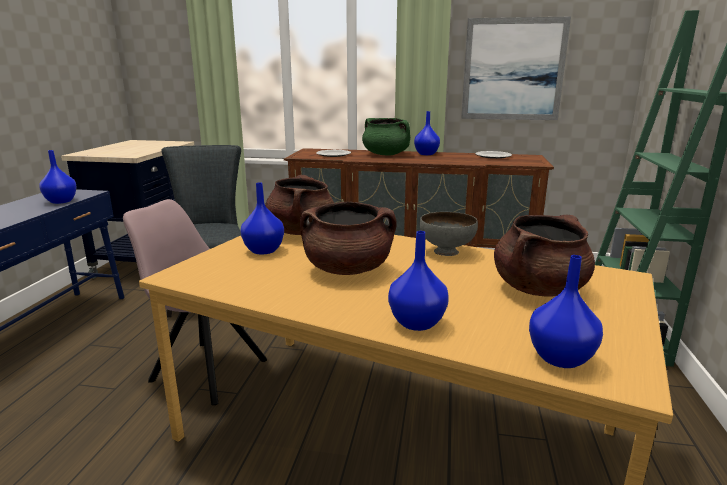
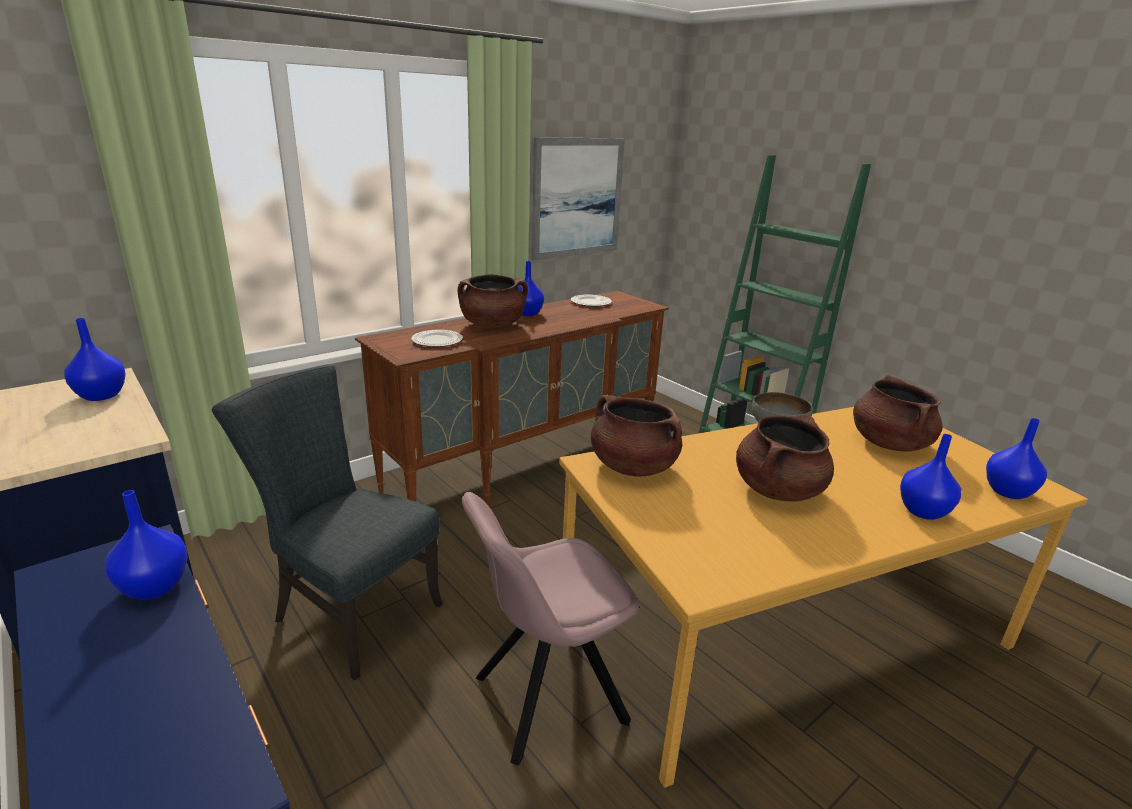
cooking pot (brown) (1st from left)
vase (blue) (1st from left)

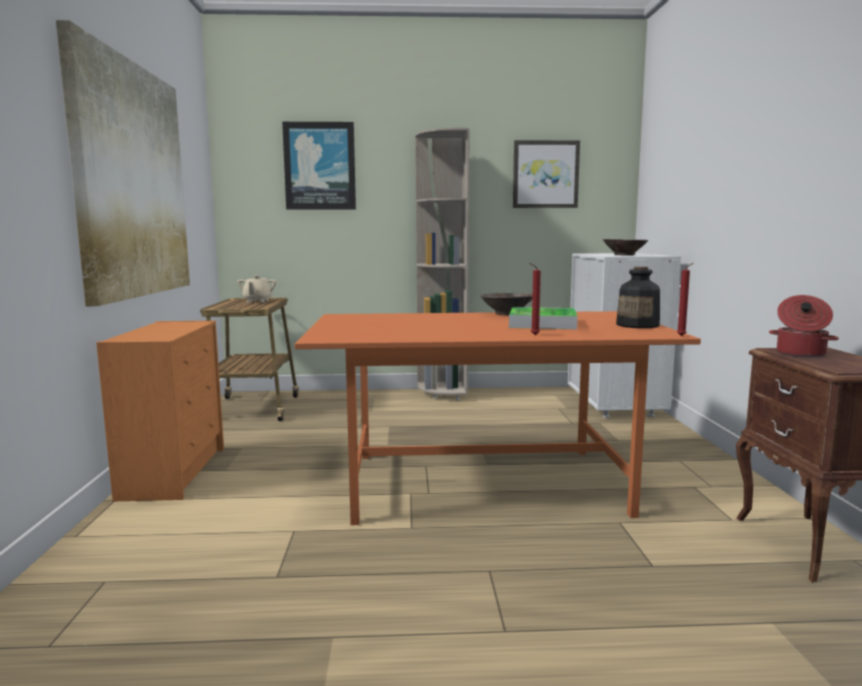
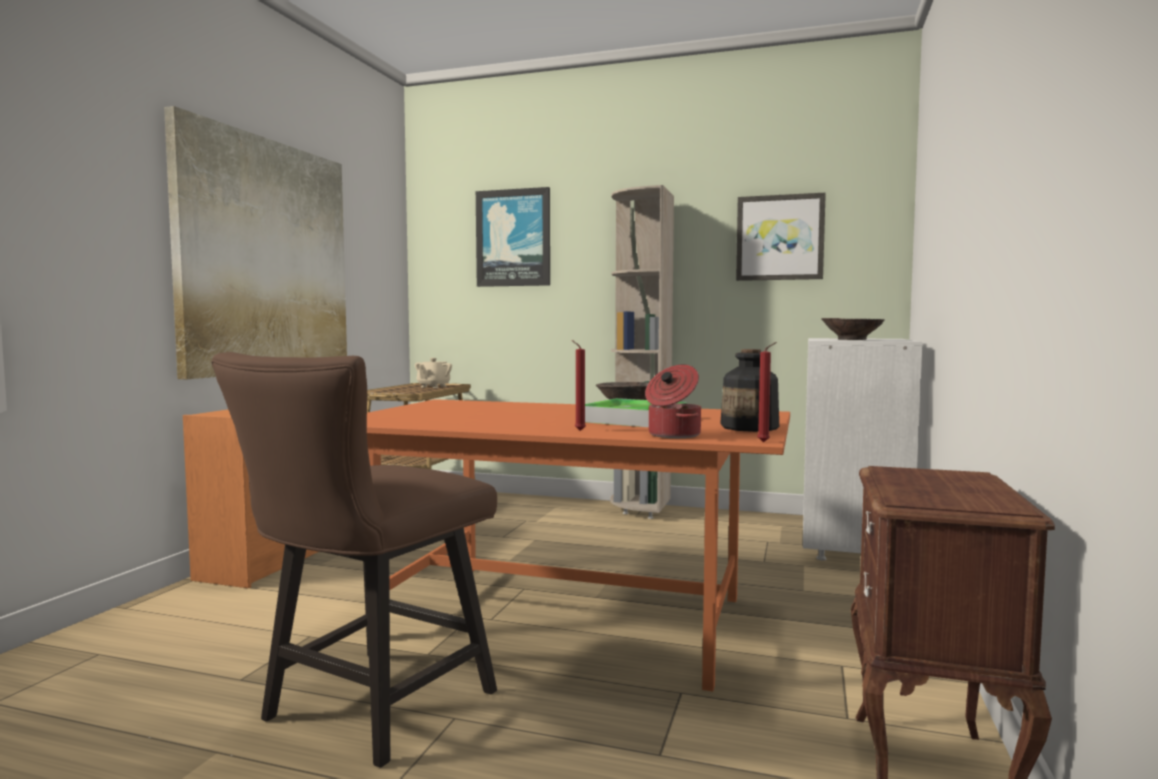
cooking pot
chair (brown)

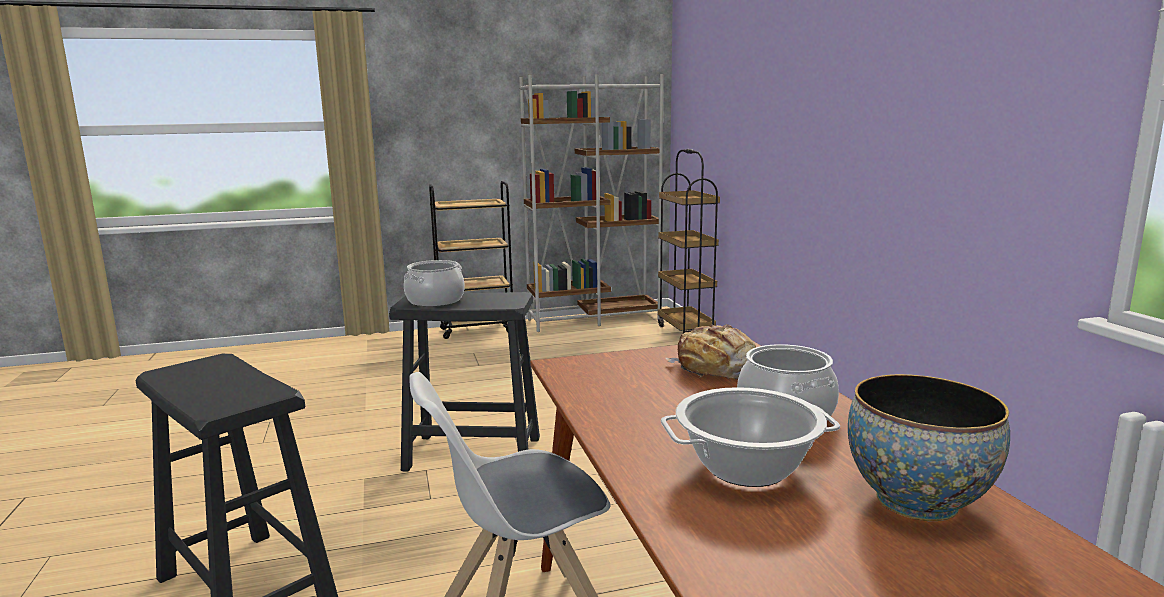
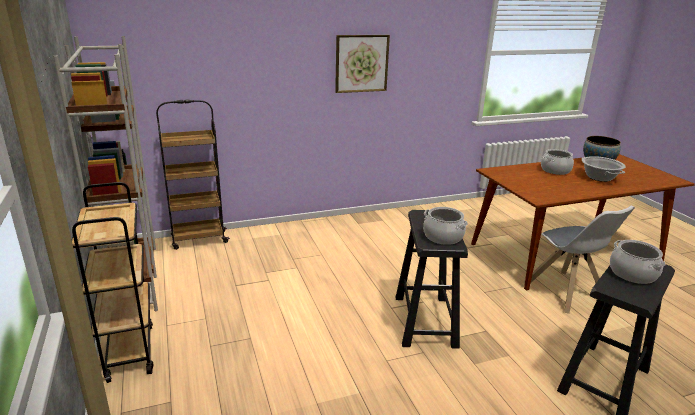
bread
picture
cooking pot (4th from left)

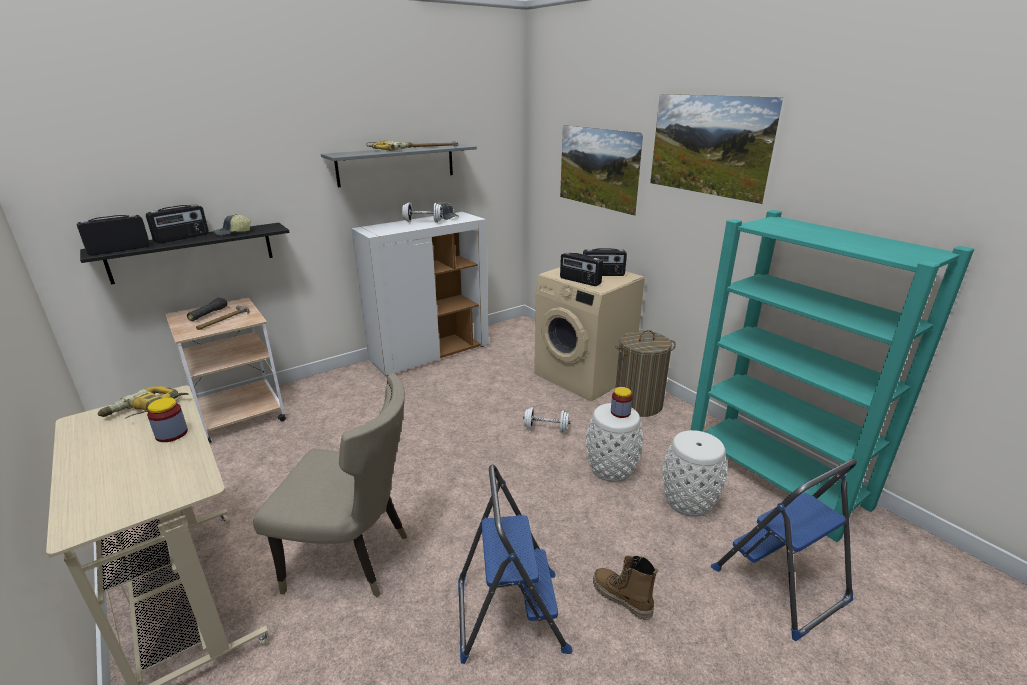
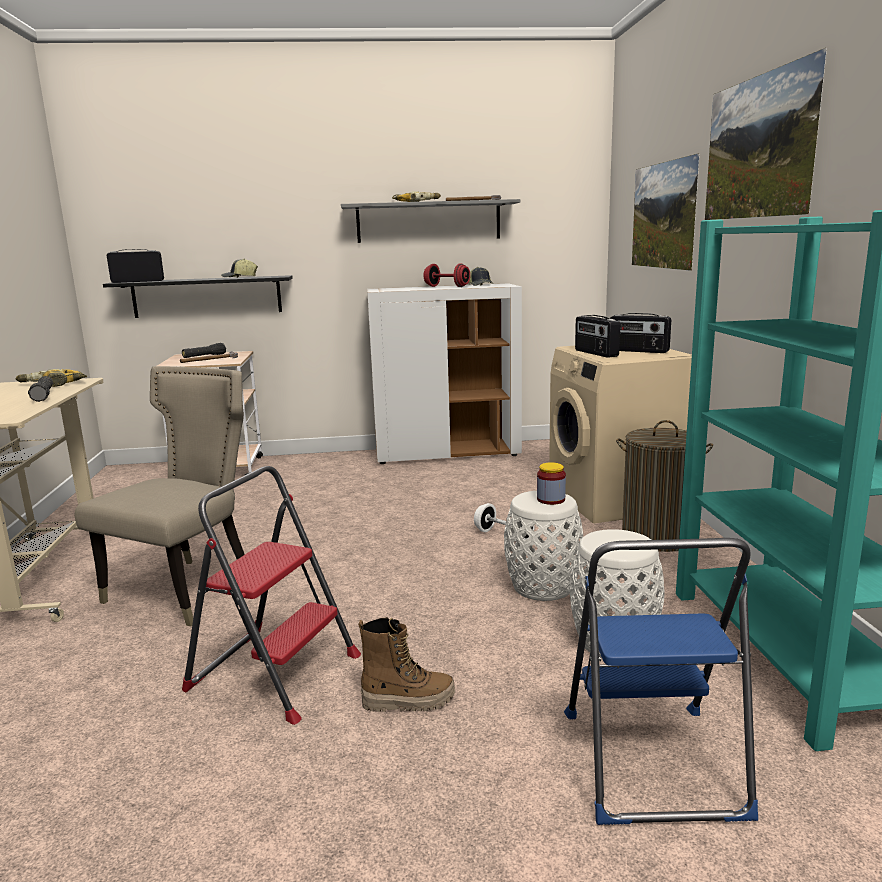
dumbbell (red)
radio (2nd from left in the first image)
chair (beige)
flashlight (black) (1st from left)
step ladder (red)
boot

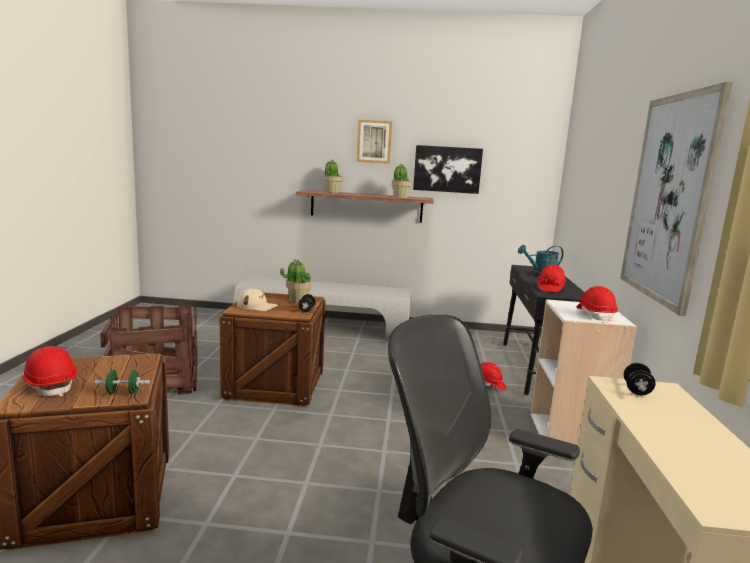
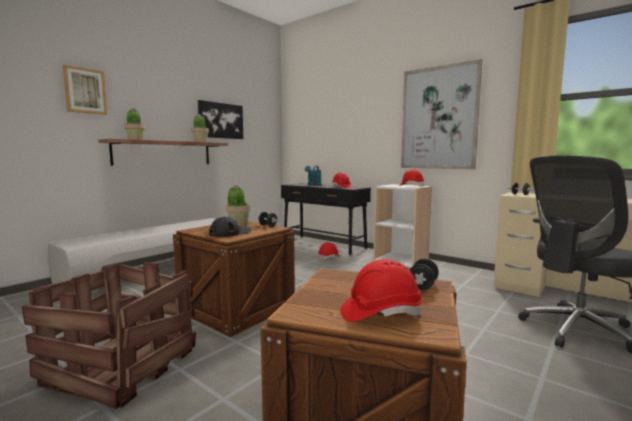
picture (1st from left)
cap (black)
dumbbell (black) (2nd from left)

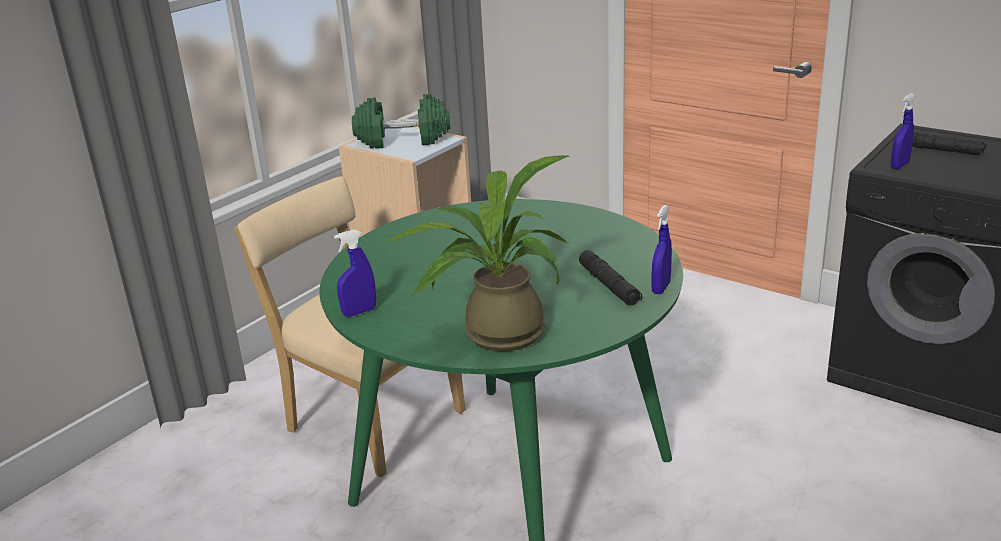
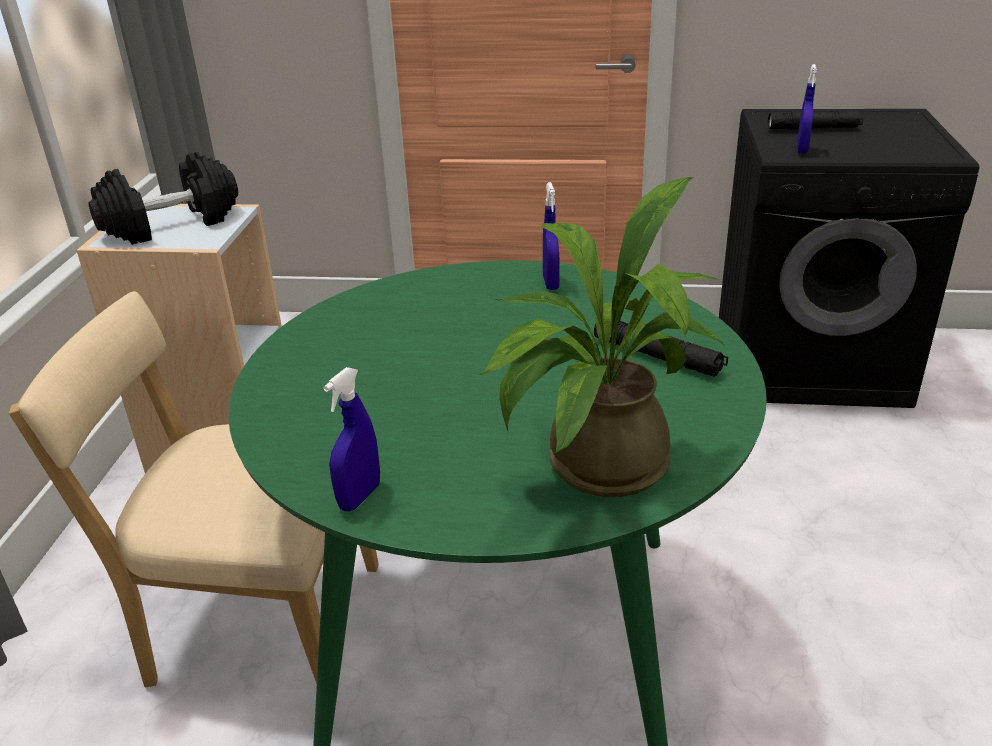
dumbbell (black)
spray bottle (blue) (2nd from left)

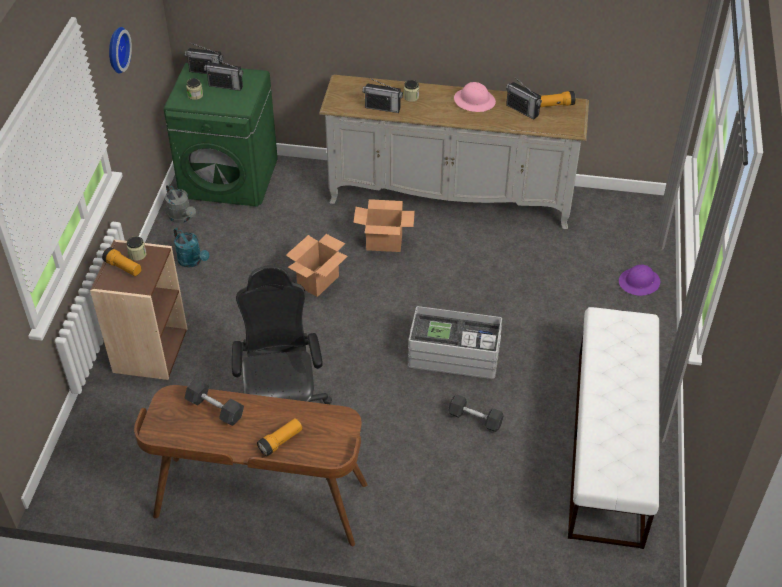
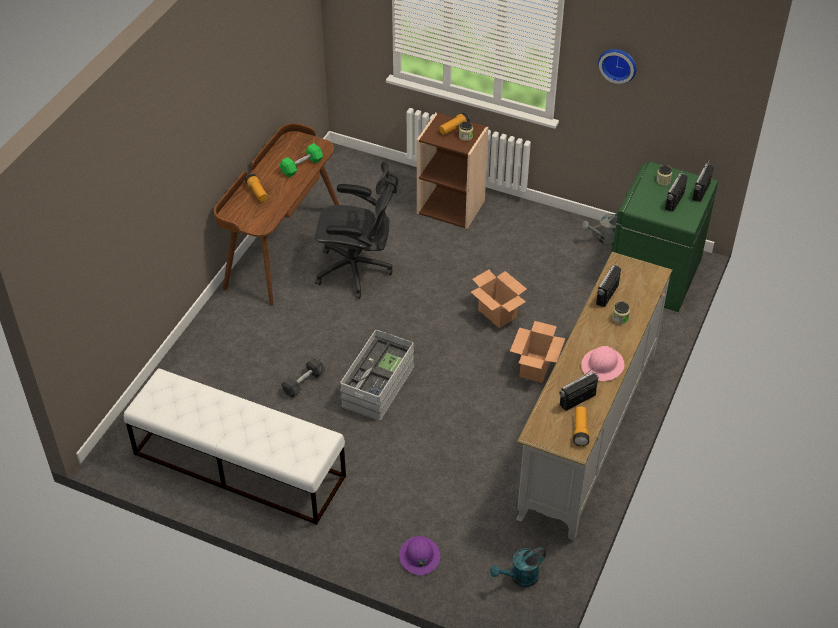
watering can (turquoise)
dumbbell (green)

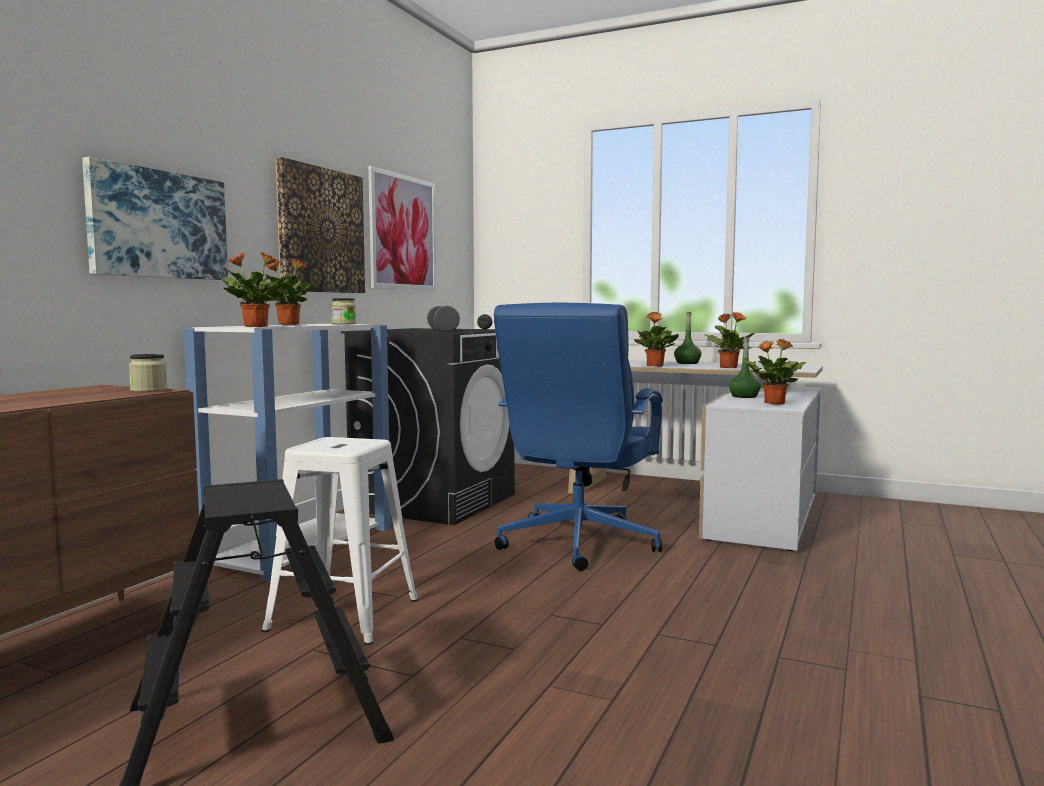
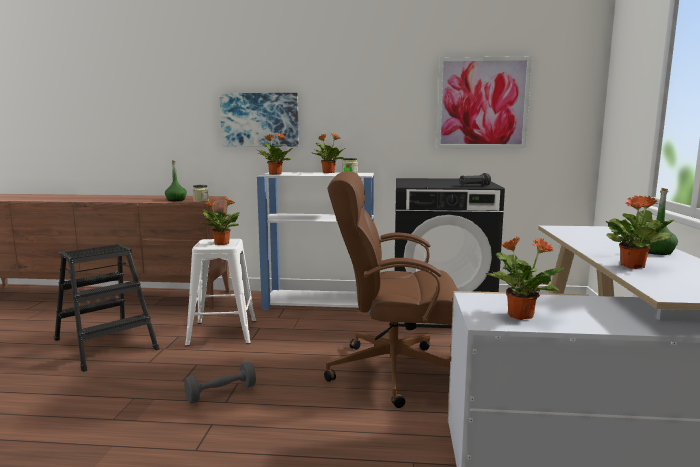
picture (2nd from left in the first image)
office chair (brown)
dumbbell (grey)
potted plant (1st from left)
bottle (green) (1st from left)

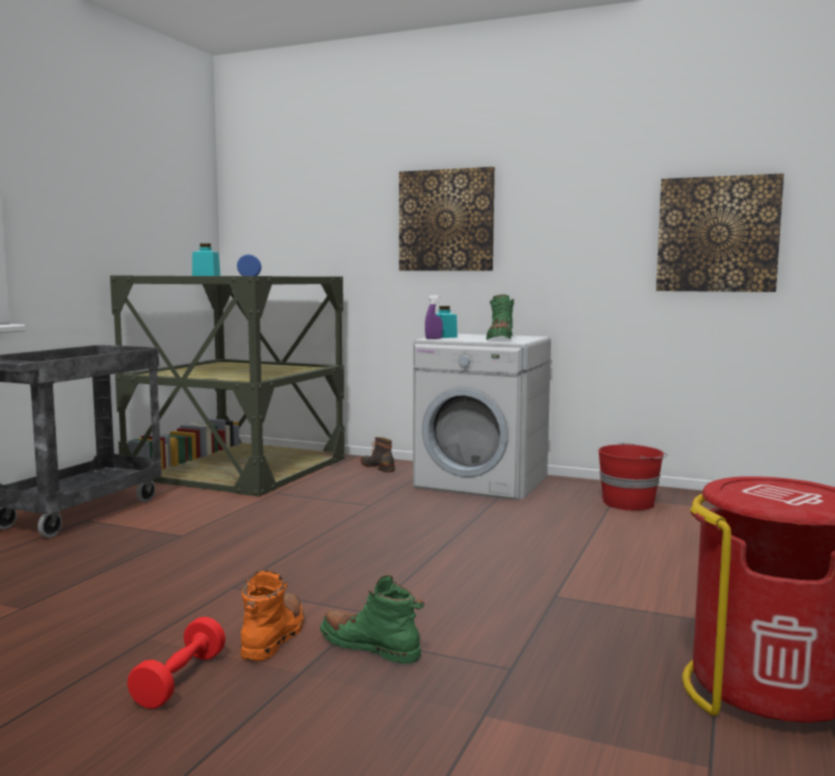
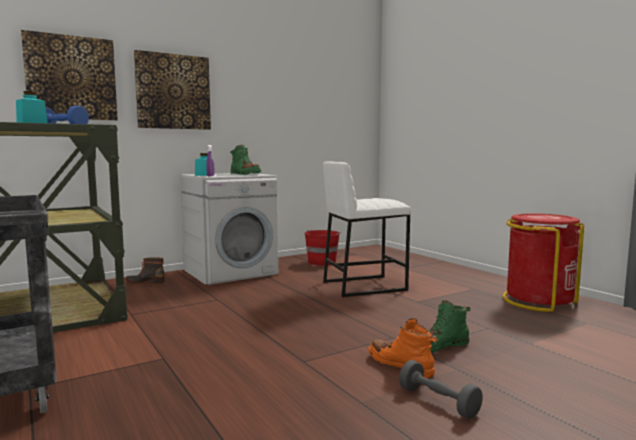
picture (1st from left)
dumbbell (grey)
stool (white)

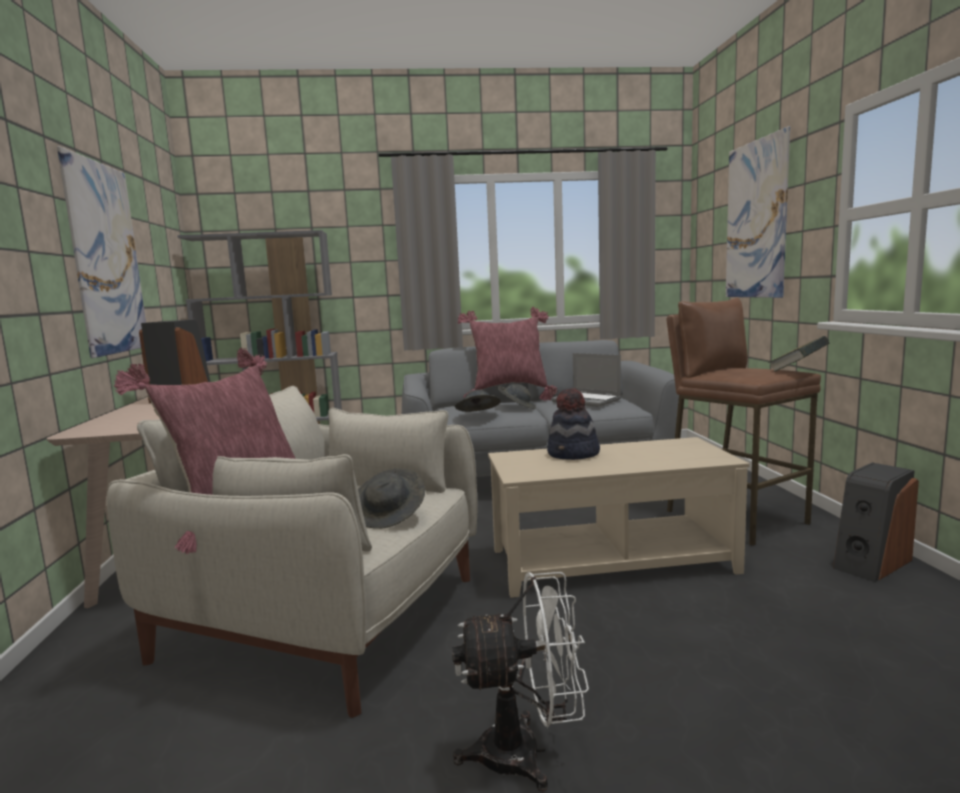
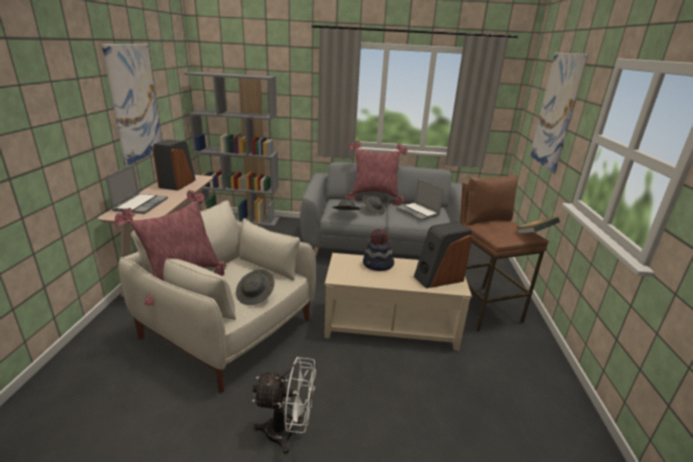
speaker (2nd from left)
laptop (1st from left)

